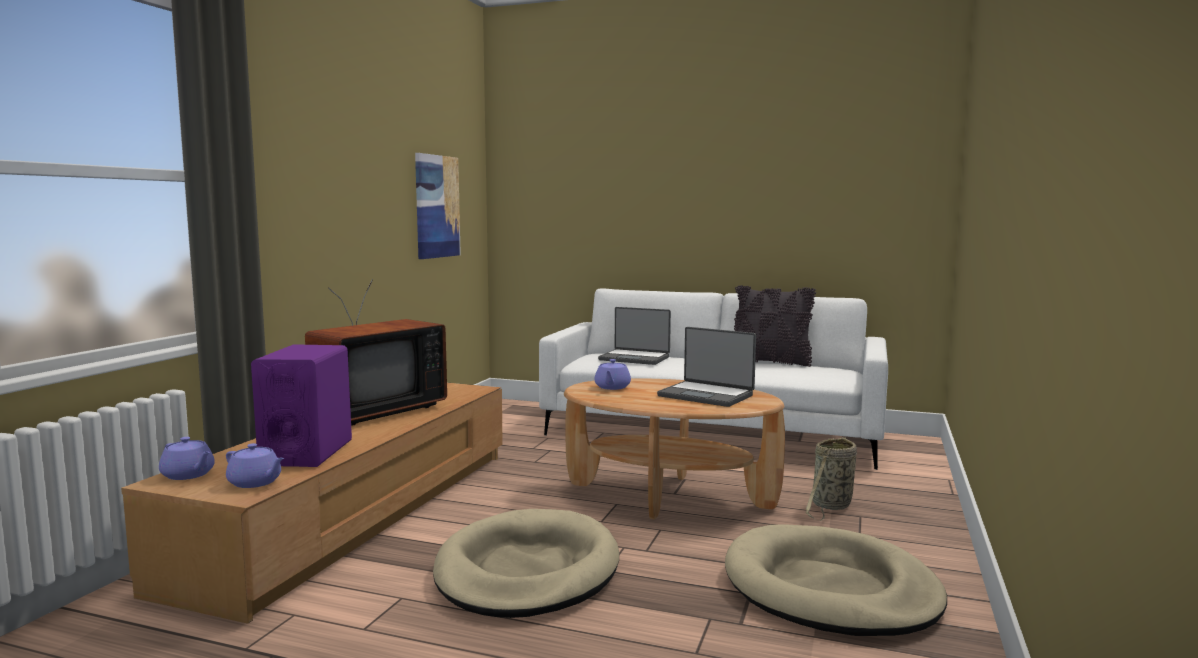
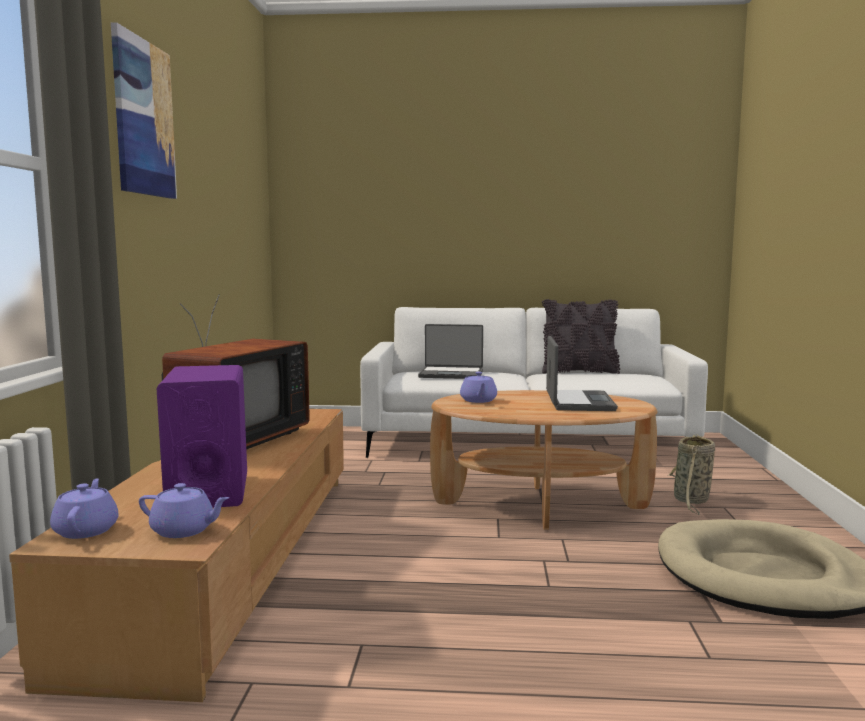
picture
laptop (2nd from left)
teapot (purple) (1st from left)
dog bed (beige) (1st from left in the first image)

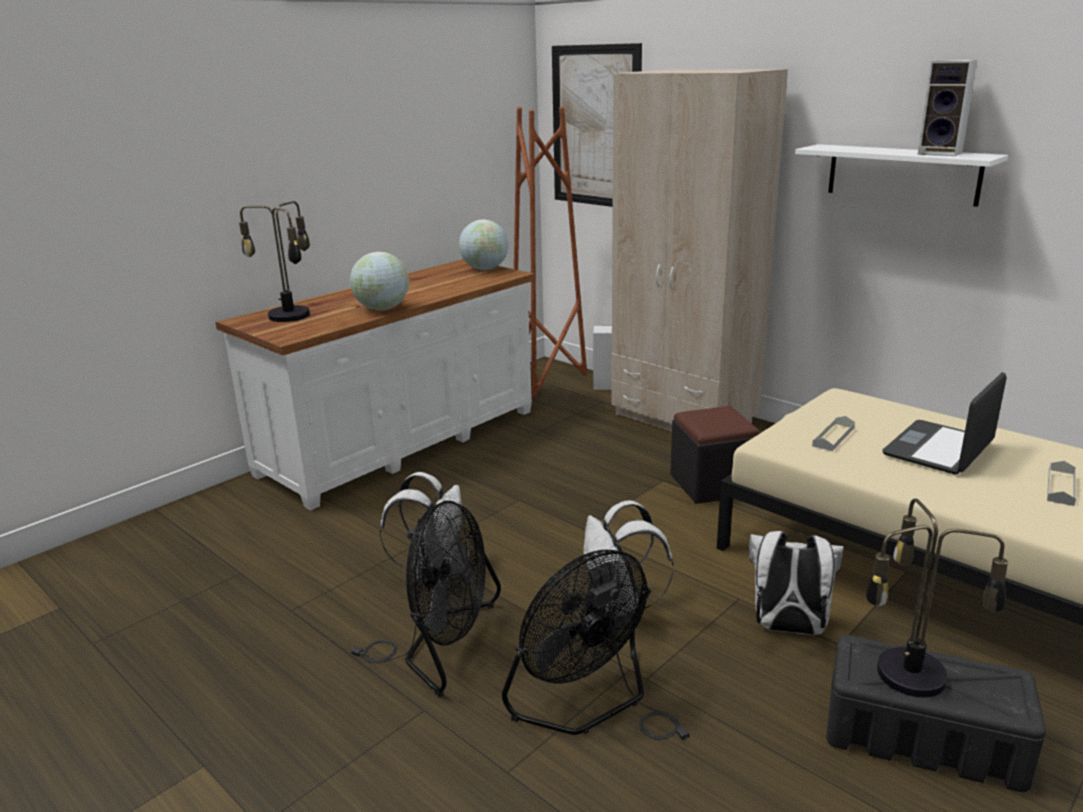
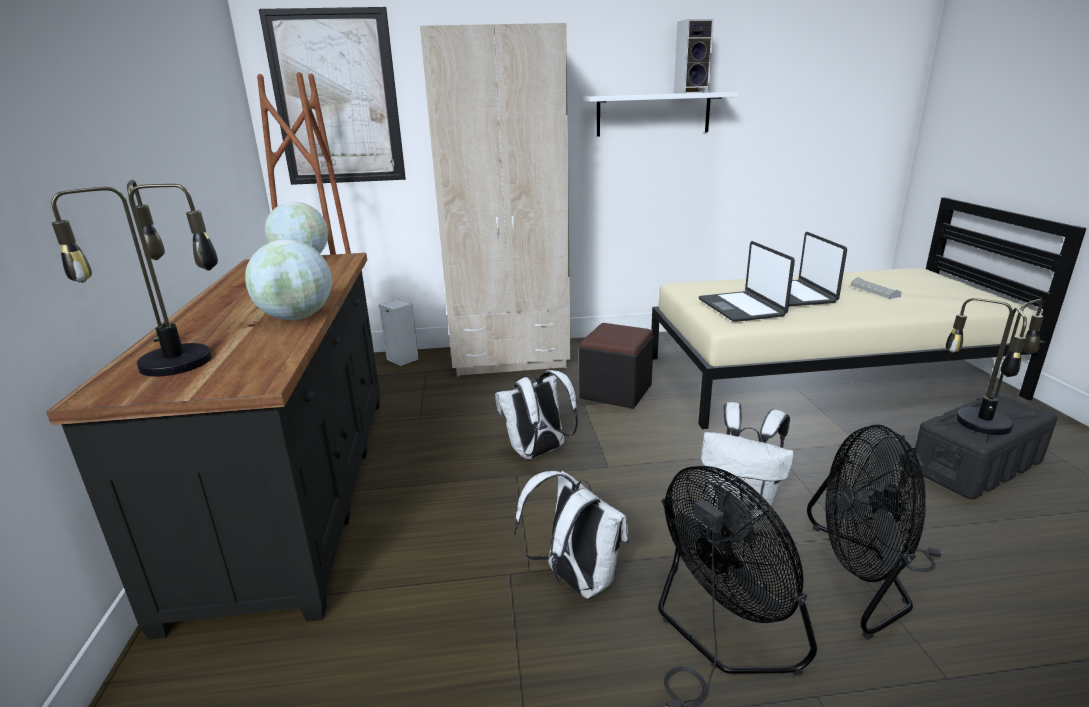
dresser (black)
laptop (1st from left)
backpack (white) (1st from left)

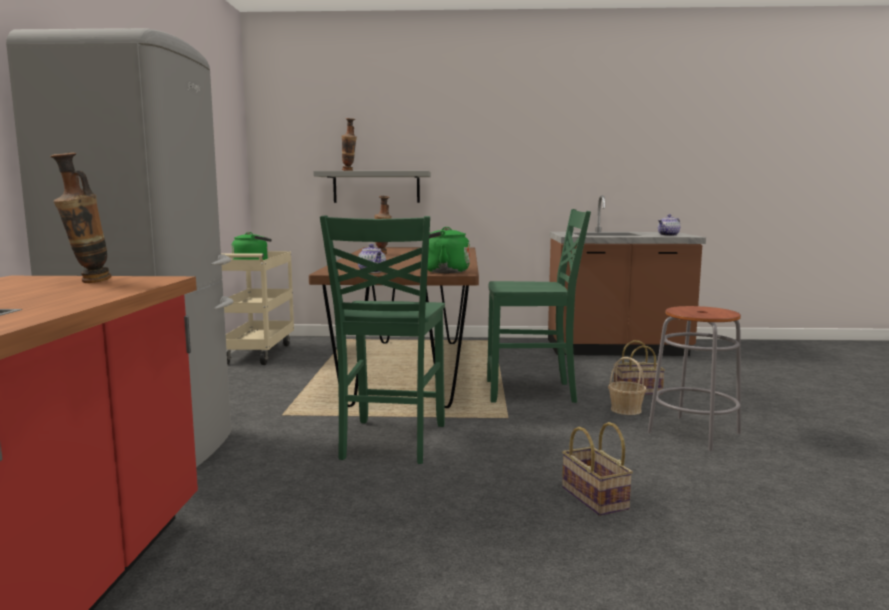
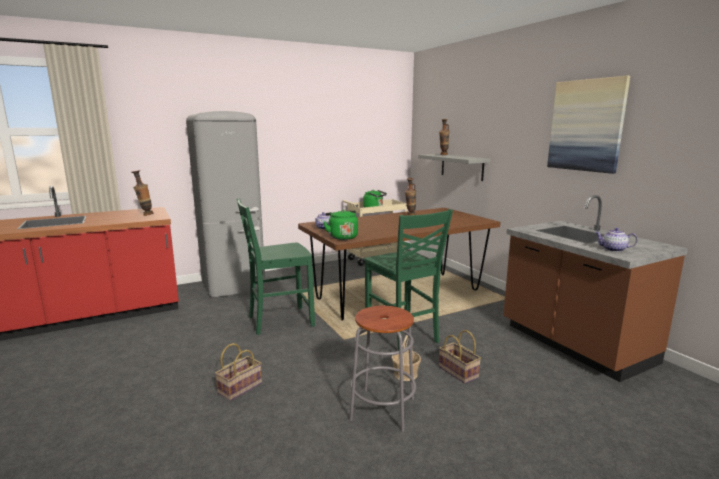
picture

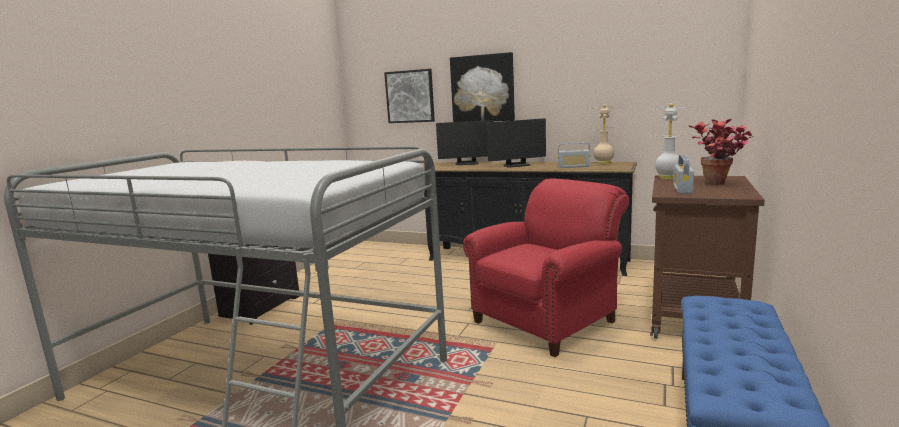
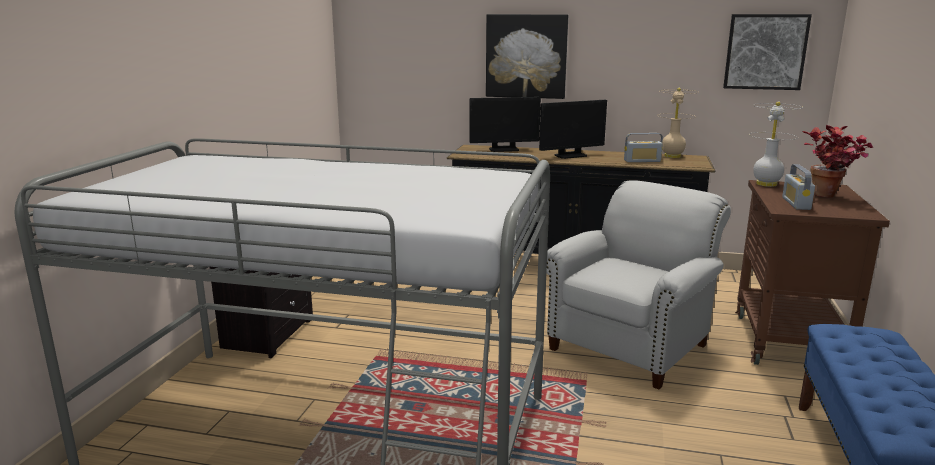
picture (2nd from left)
armchair (white)

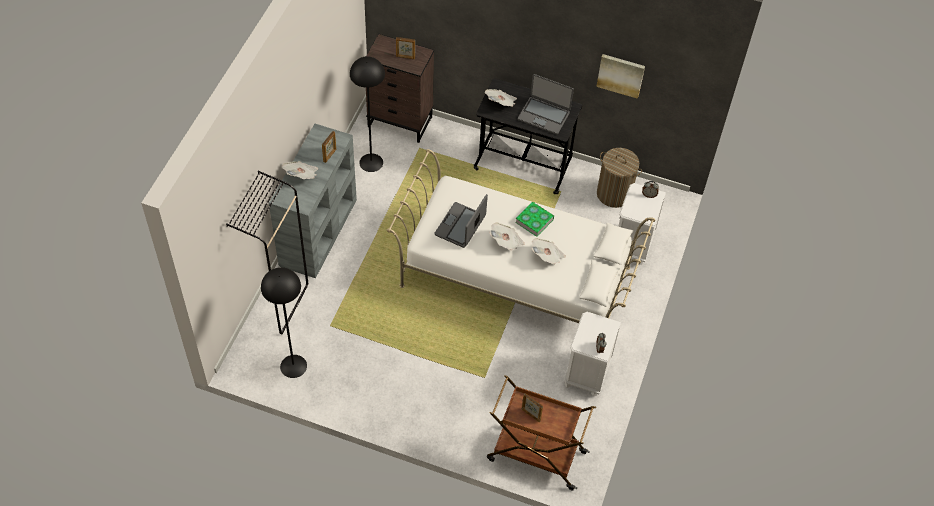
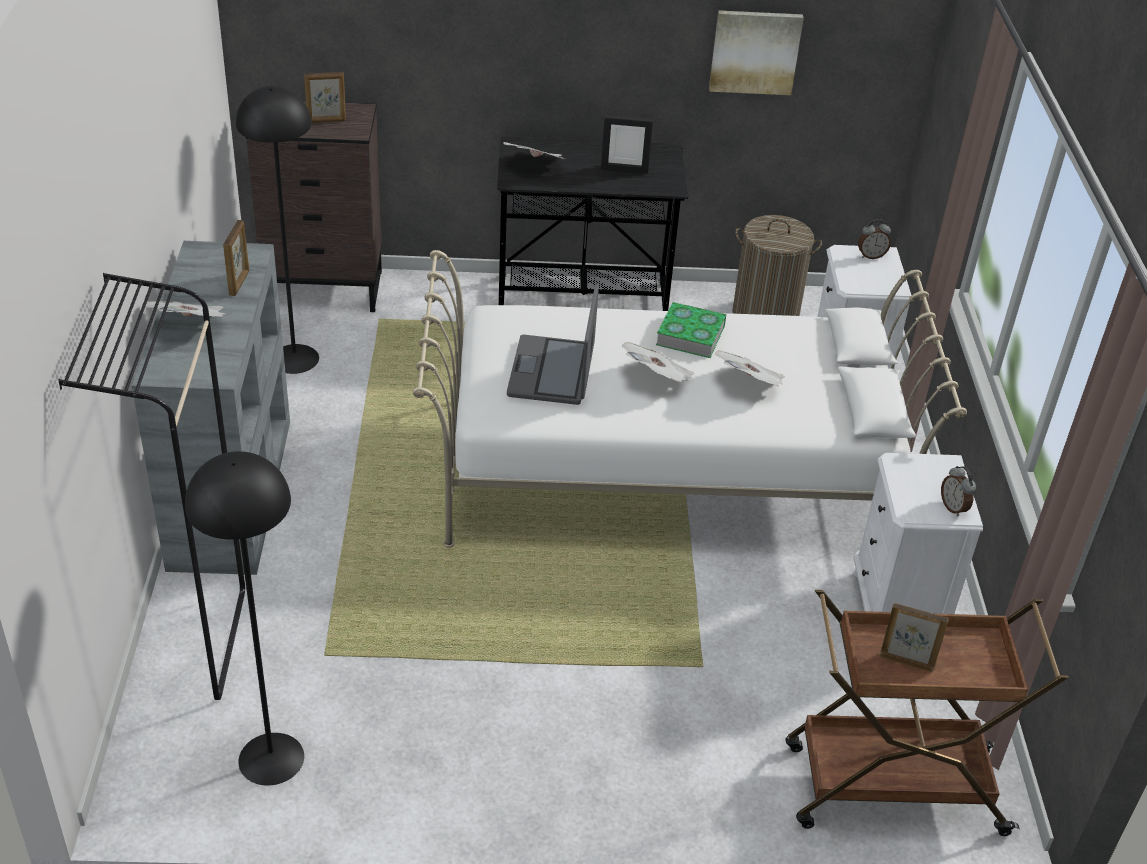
picture frame (3rd from left)

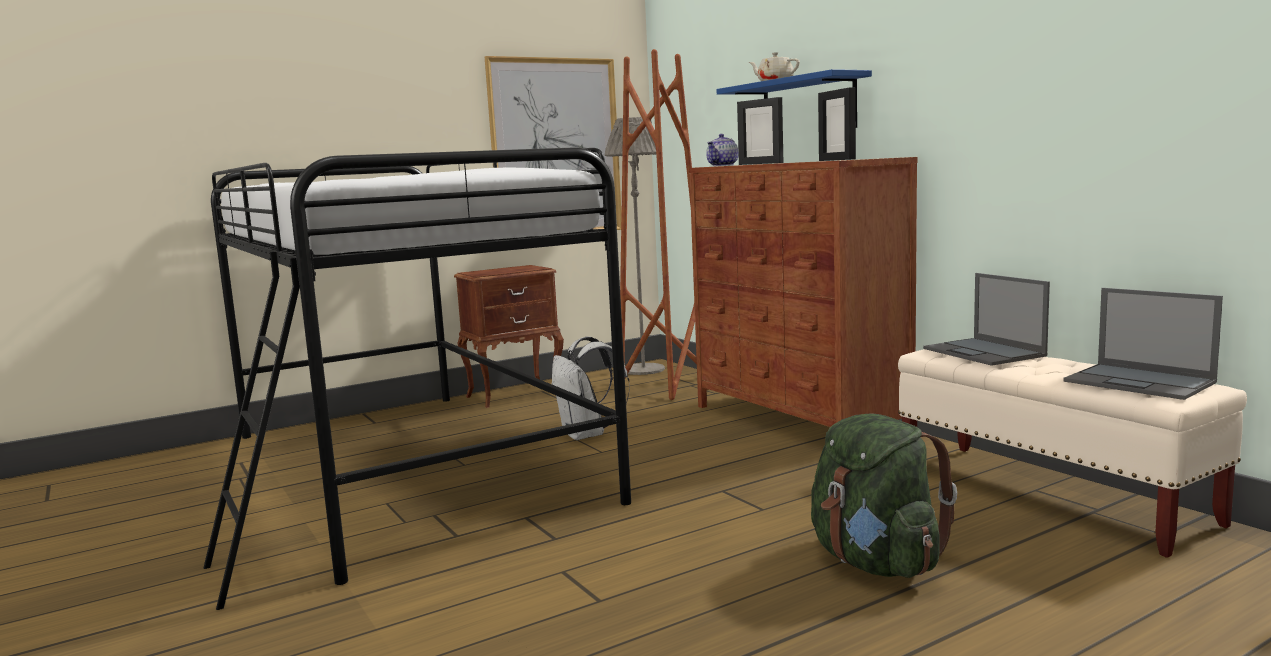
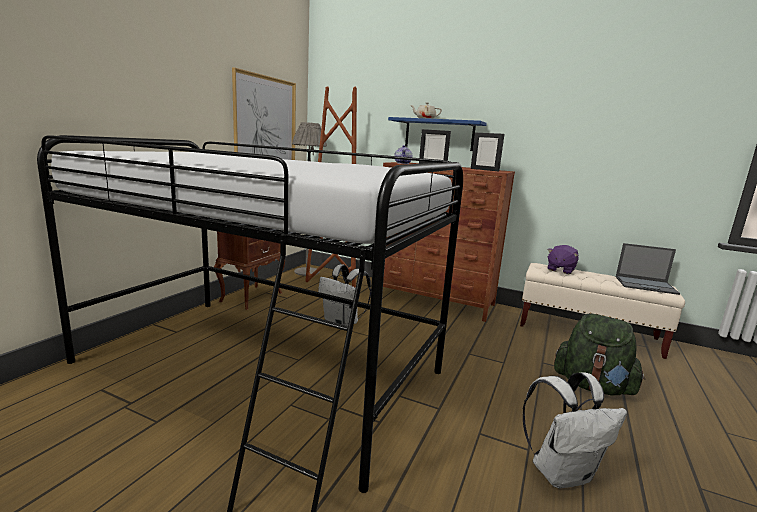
plush toy (purple)
backpack (white) (2nd from left)

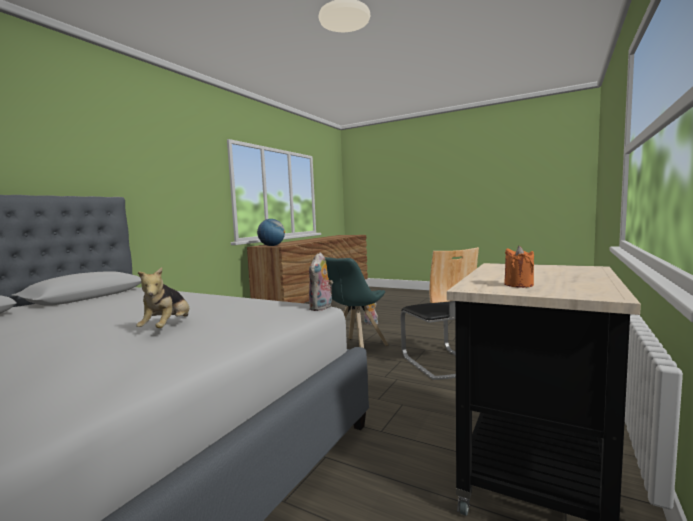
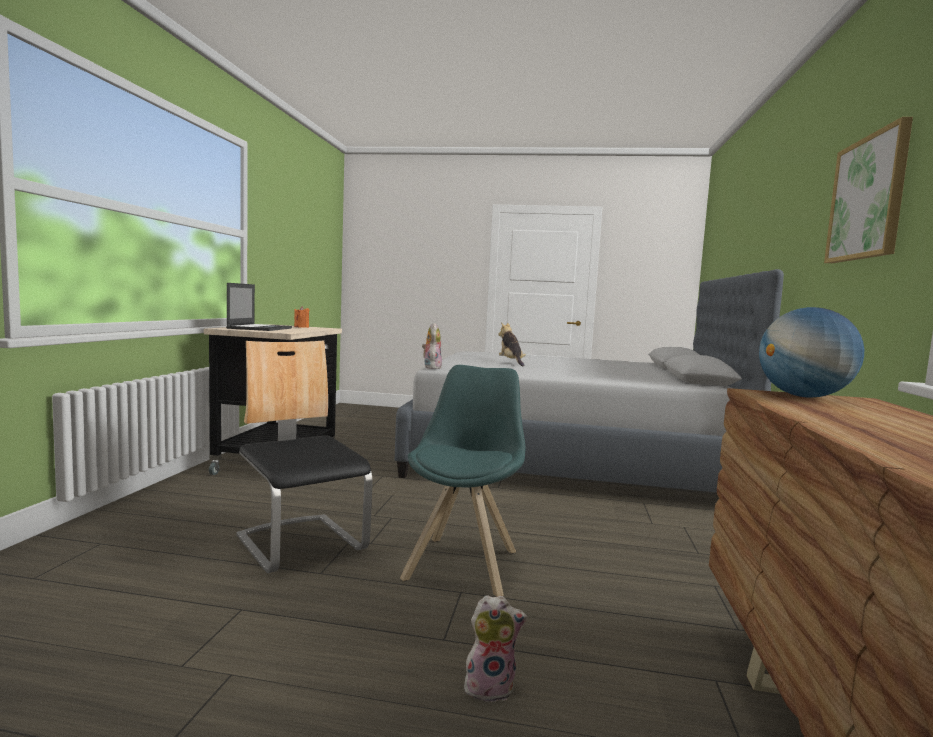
picture
laptop

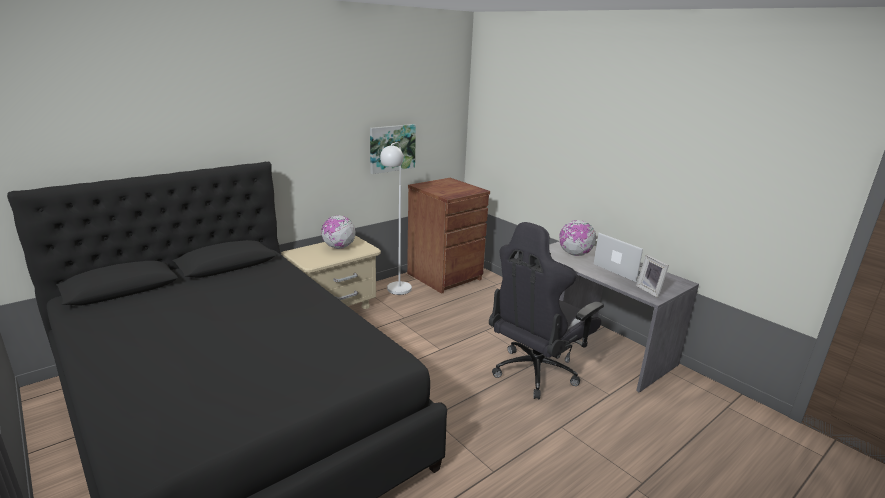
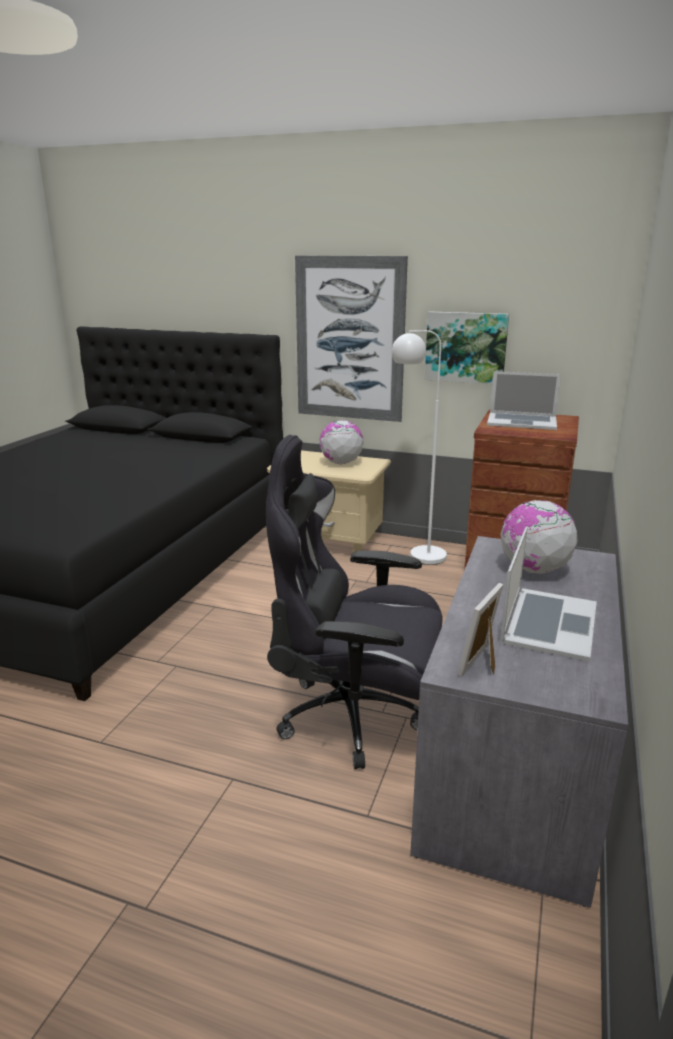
picture (1st from left)
laptop (1st from left)

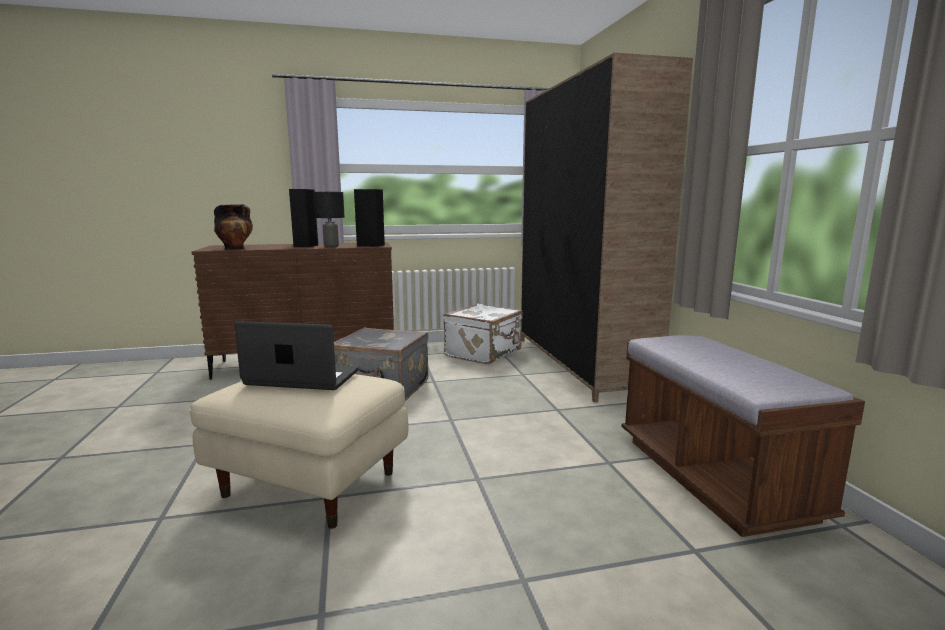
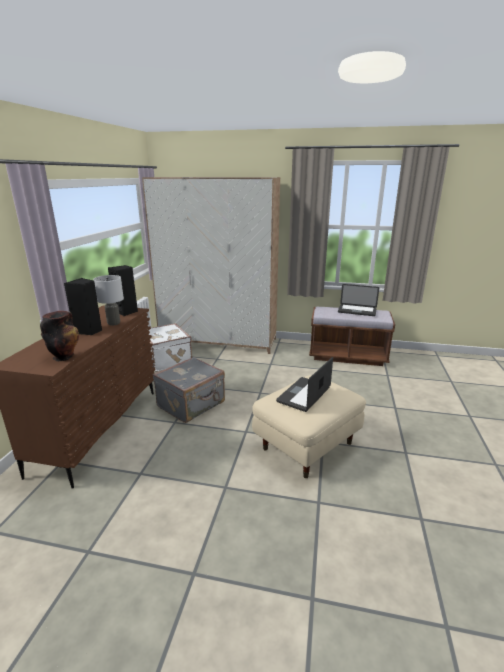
wardrobe (white)
table lamp (white)
laptop (2nd from left)

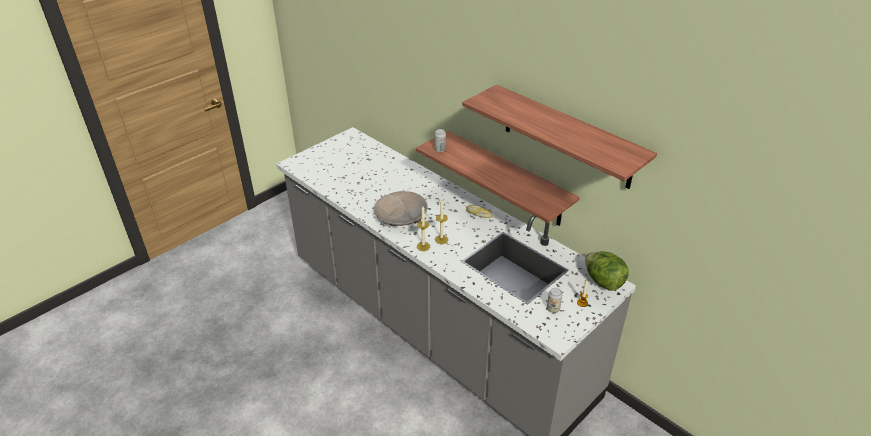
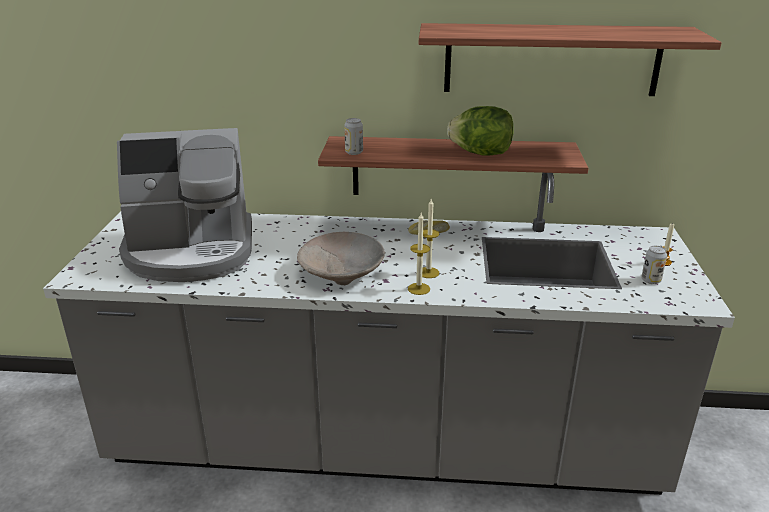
lettuce
coffee machine

